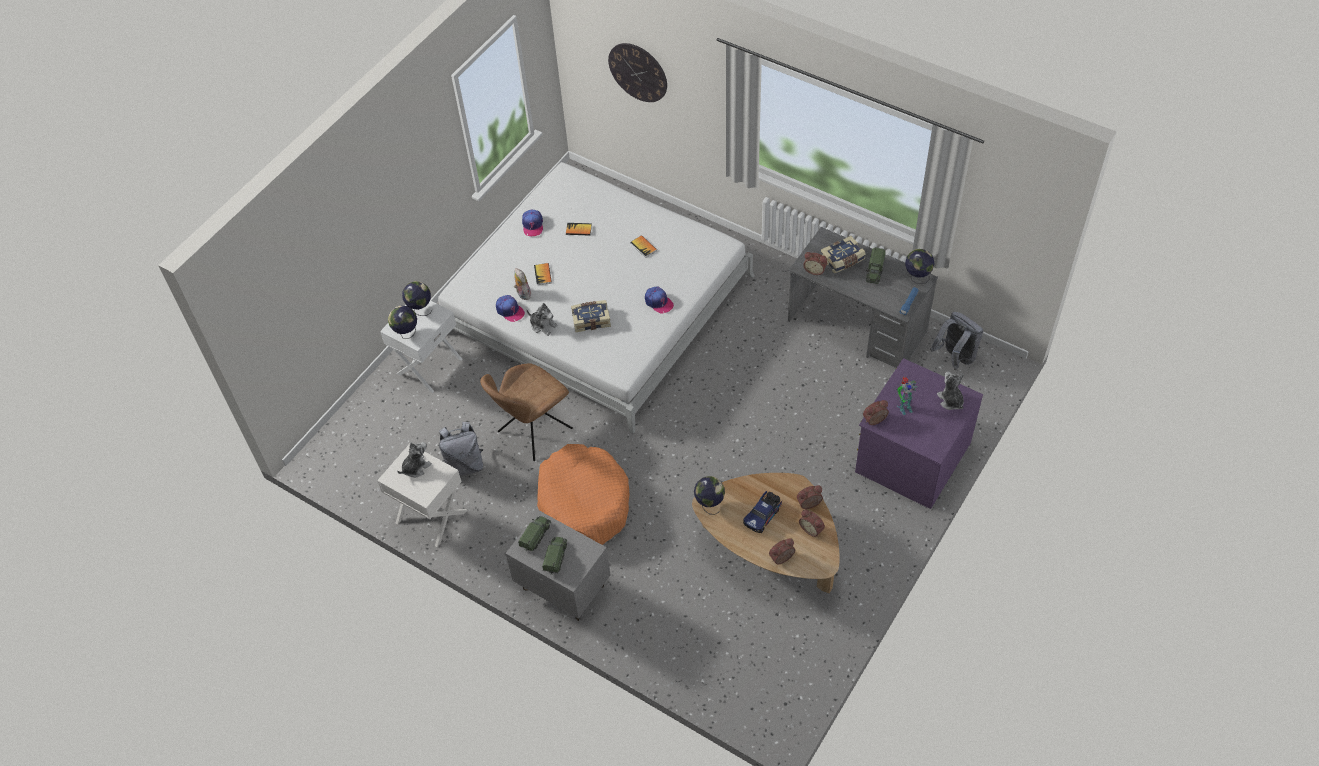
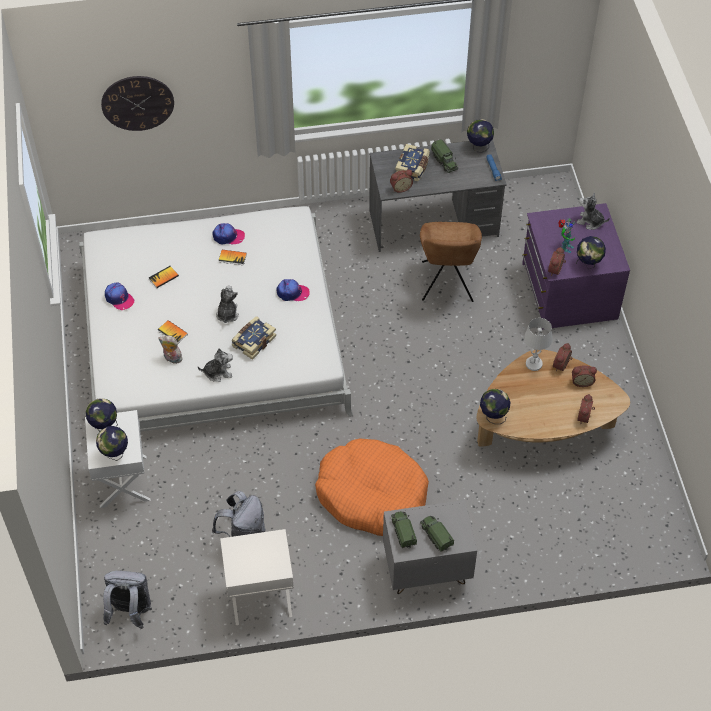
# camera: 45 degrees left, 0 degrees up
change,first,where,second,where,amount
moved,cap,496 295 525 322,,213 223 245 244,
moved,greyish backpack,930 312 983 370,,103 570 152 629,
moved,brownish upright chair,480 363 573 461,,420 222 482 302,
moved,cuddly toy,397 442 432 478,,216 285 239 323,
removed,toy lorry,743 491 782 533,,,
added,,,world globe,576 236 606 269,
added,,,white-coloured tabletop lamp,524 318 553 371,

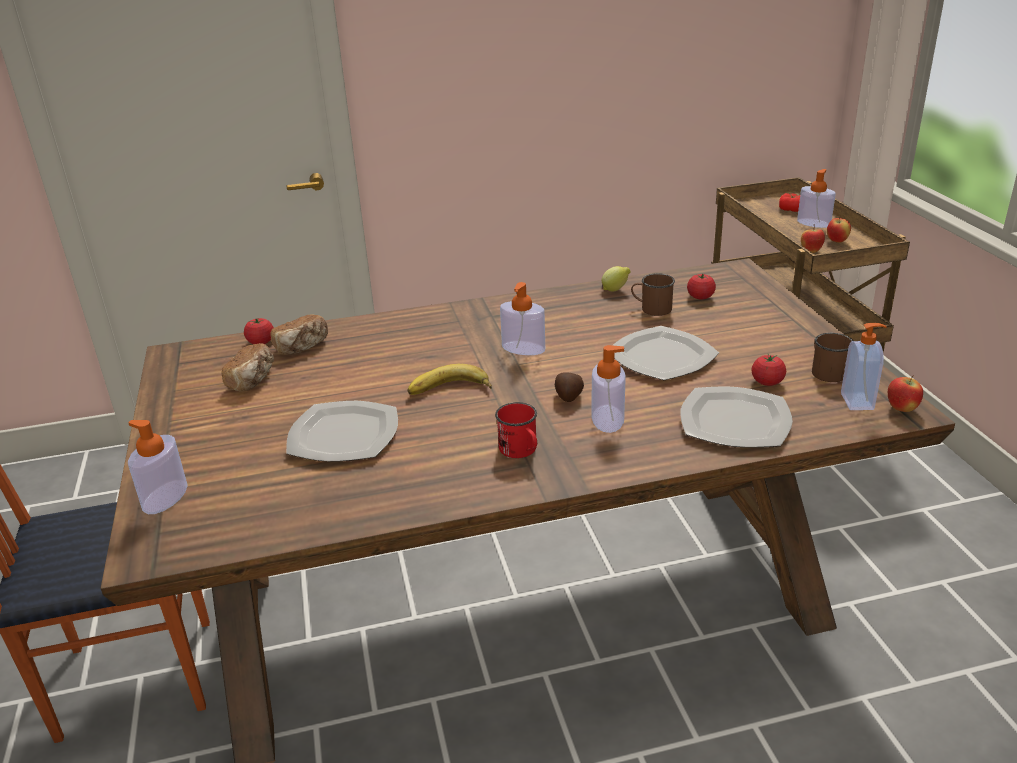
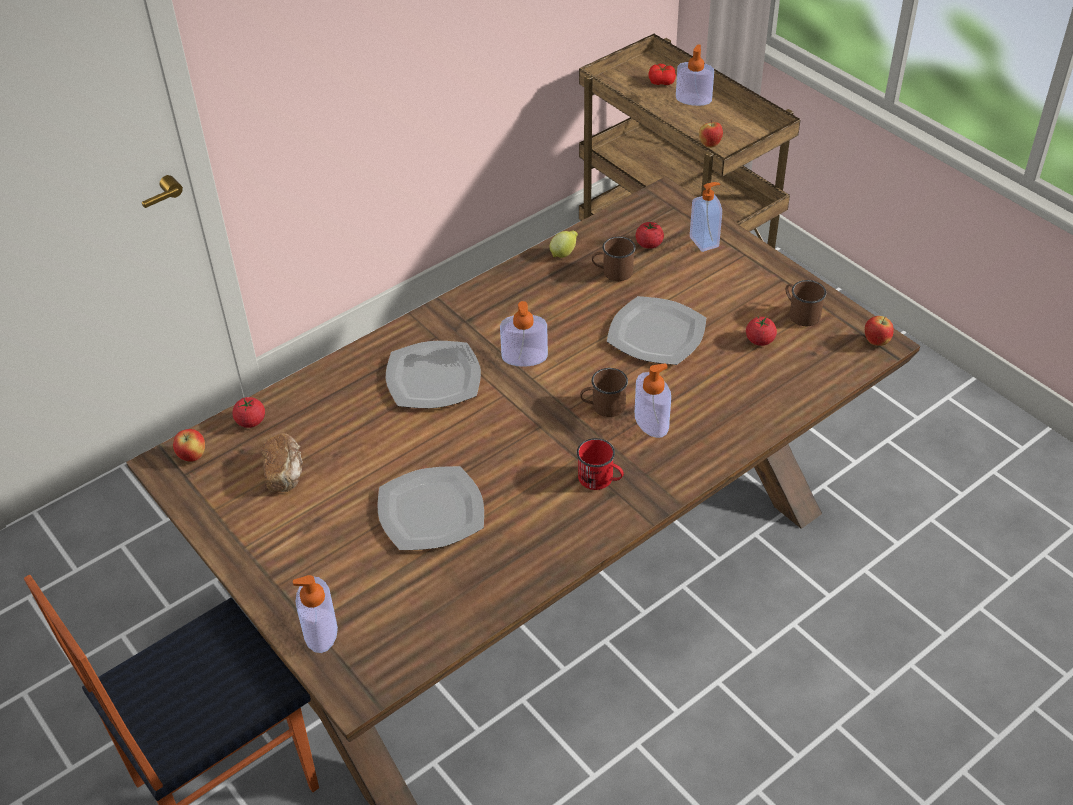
# camera: 25 degrees left, 15 degrees up
change,first,where,second,where,amount
moved,apple fruit,827 216 851 243,,173 429 205 462,
removed,bread,270 314 328 355,,,
moved,soap dispenser,841 323 887 410,,690 182 722 252,
removed,banana fruit,408 364 492 395,,,
replaced,spud,555 372 584 402,brownish coffee mug,580 368 628 417,
moved,plate,680 387 793 447,,386 341 481 408,

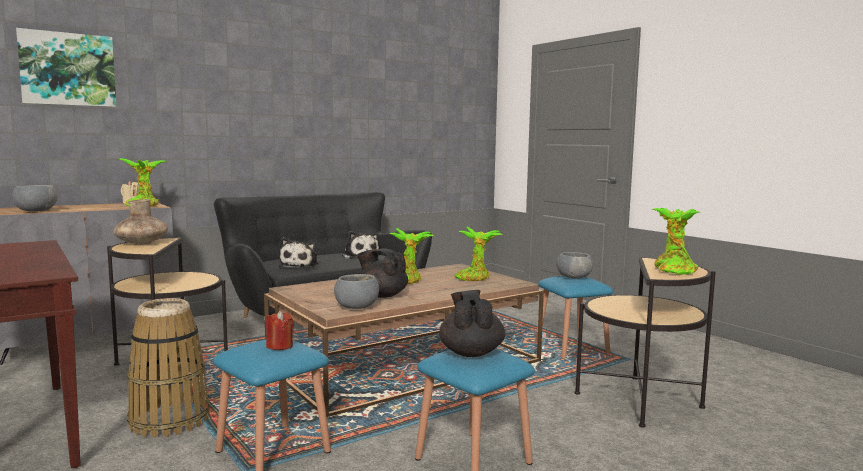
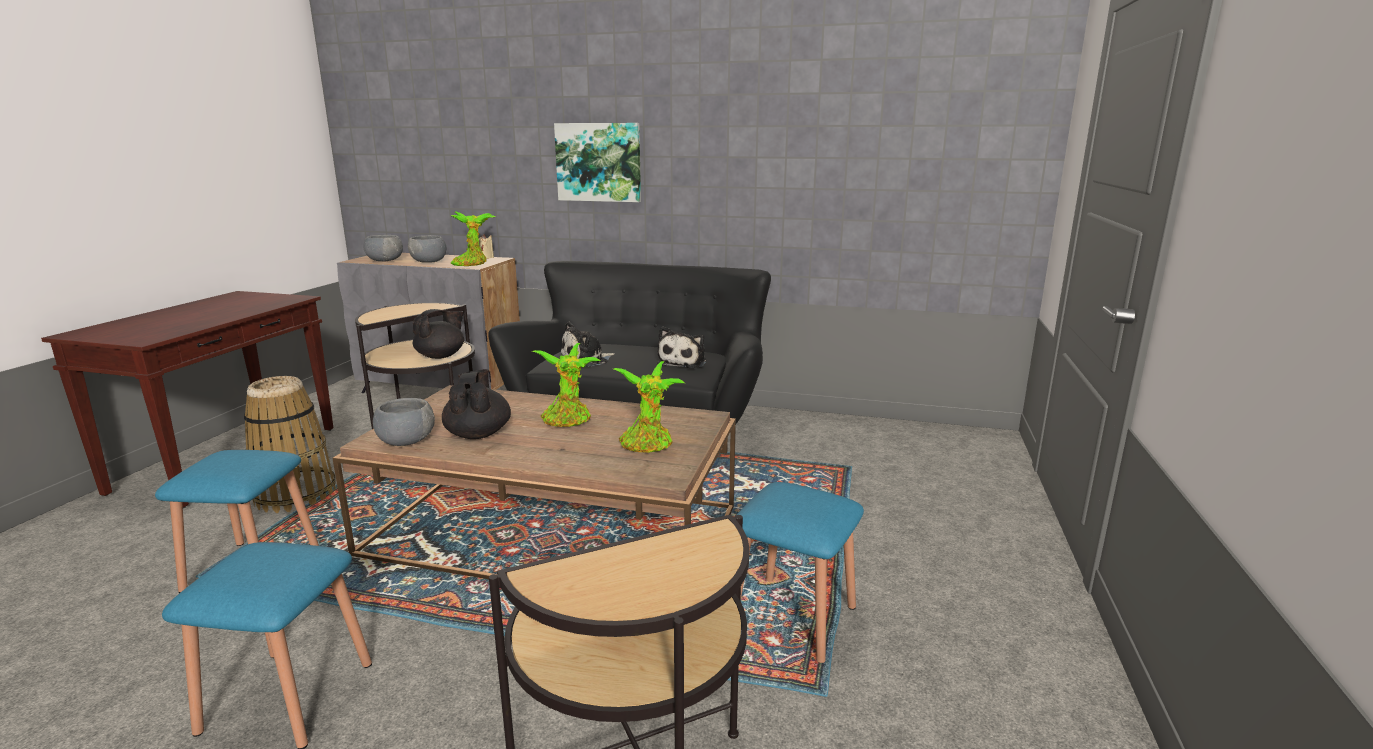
# camera: 50 degrees right, 10 degrees up
change,first,where,second,where,amount
moved,wall picture,16 28 116 107,,554 123 641 202,
removed,brownish flower vase,113 199 168 245,,,
removed,houseplant,652 208 699 275,,,
moved,greyish deep dish,556 252 593 279,,408 235 447 263,
moved,black pot for tea,439 290 505 357,,412 309 464 359,
removed,reddish wax light,266 311 294 350,,,

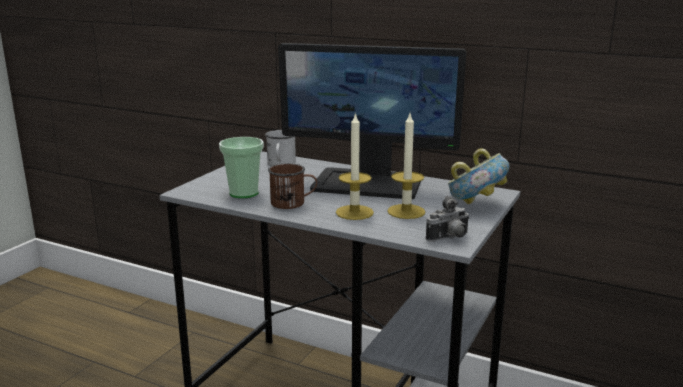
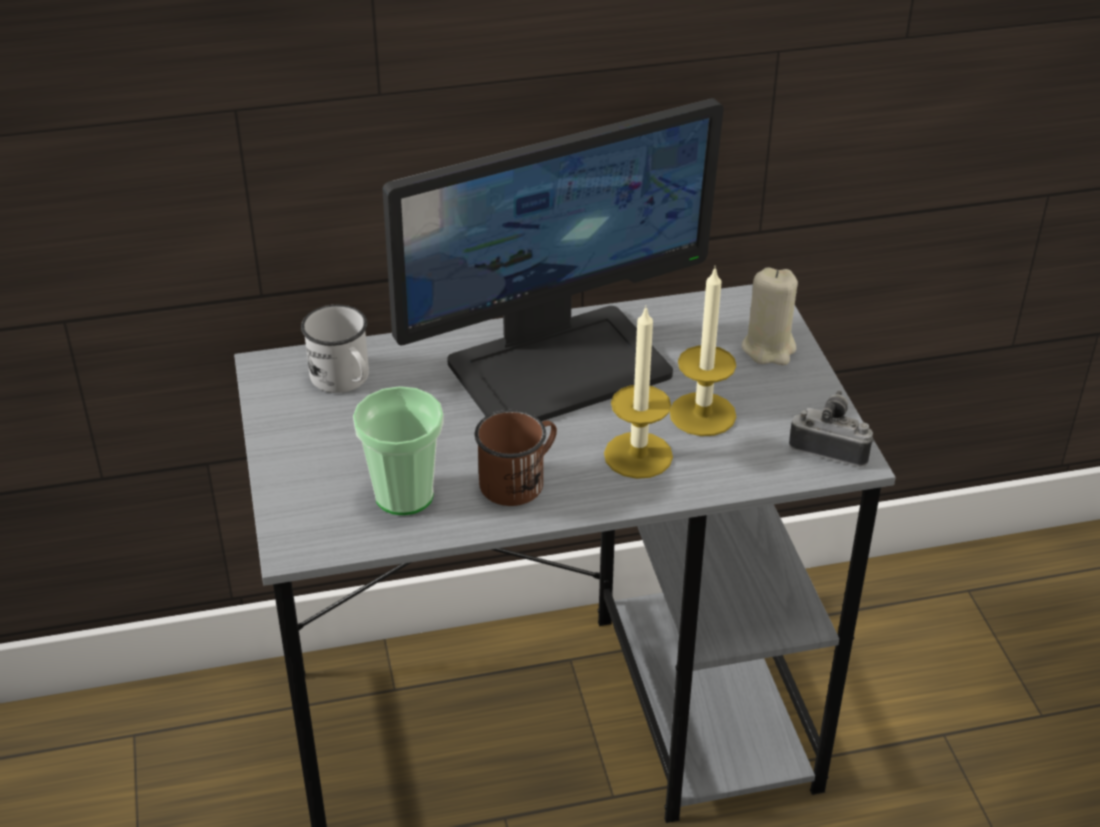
# camera: 40 degrees left, 20 degrees up
change,first,where,second,where,amount
replaced,deep dish,448 148 510 204,beige-coloured wax light,742 268 798 365,
turned,photo camera,426 196 470 242,,789 390 874 467,90 degrees counterclockwise

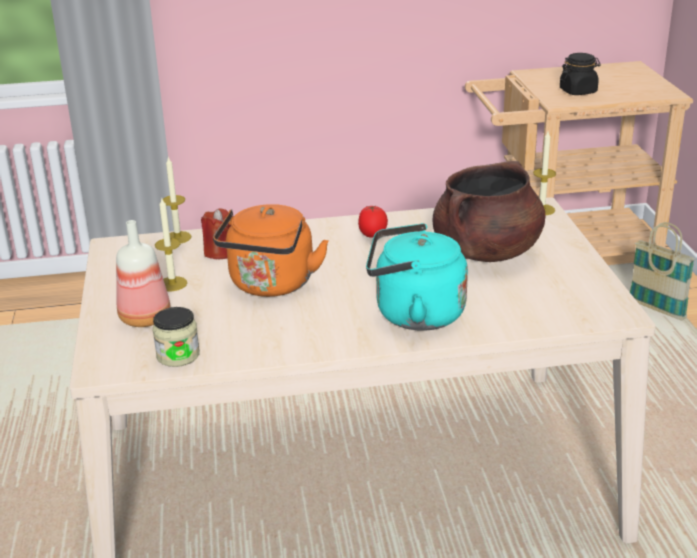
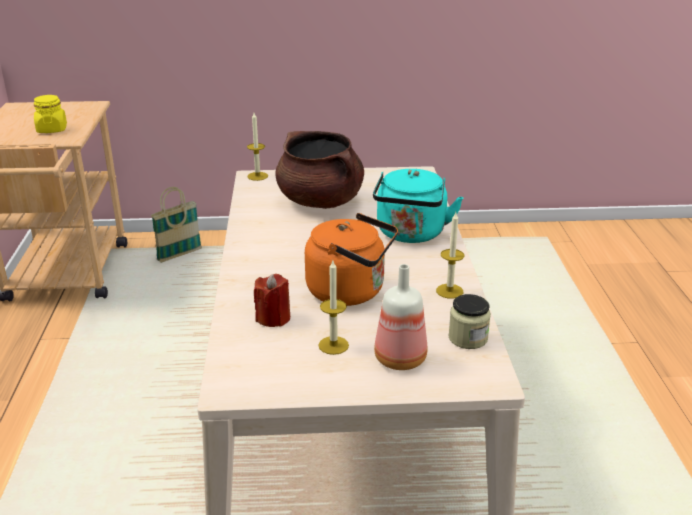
# camera: 85 degrees left, 0 degrees up
change,first,where,second,where,amount
recoloured,black jar,560 53 601 95,yellow jar,34 95 67 133,
moved,wax light,163 157 191 244,,436 212 464 299,
removed,whole tomato,358 206 388 238,,,

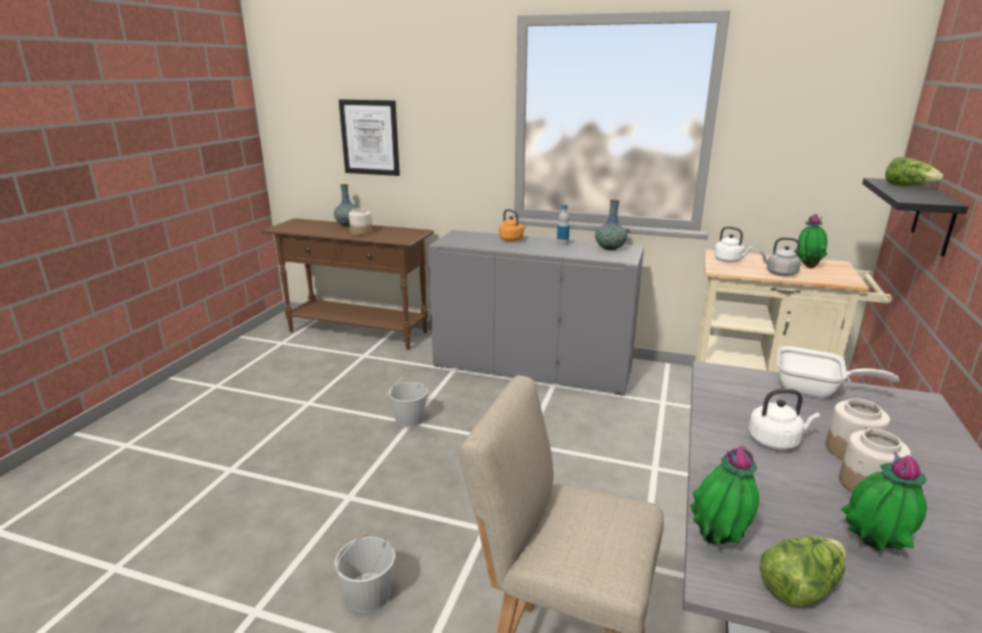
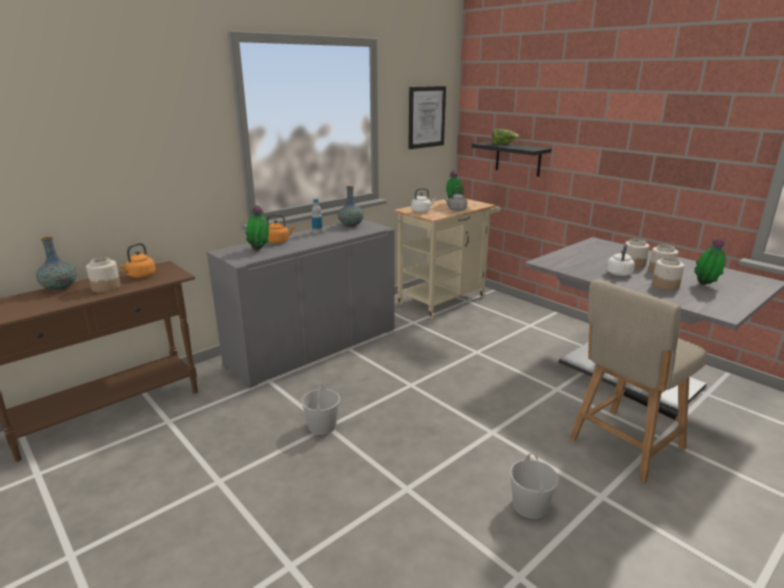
# camera: 60 degrees left, 0 degrees up
change,first,where,second,where,amount
moved,wall picture,339 99 400 176,,408 86 446 149,
removed,pan,777 346 899 398,,,
moved,houseplant,691 446 759 545,,245 205 269 251,
removed,lettuce,760 536 846 607,,,
added,,,orange-coloured kettle,118 243 155 278,
added,,,jar,652 257 684 290,

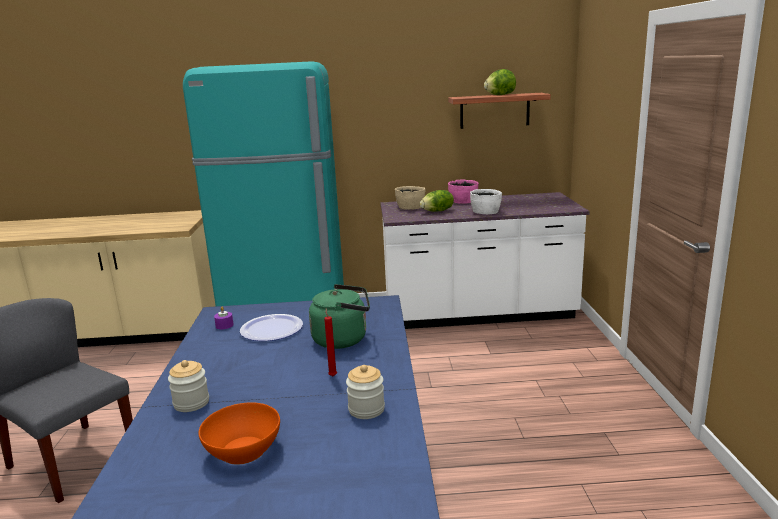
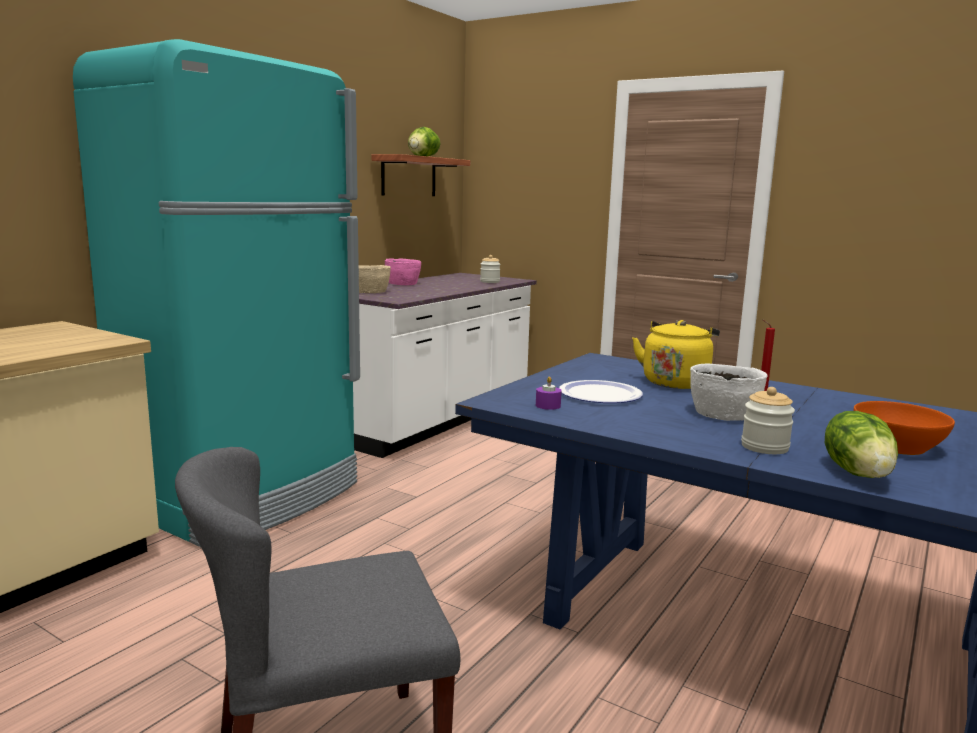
# camera: 55 degrees left, 5 degrees down
change,first,where,second,where,amount
moved,white-coloured deep dish,470 189 502 214,,690 364 768 421,
moved,lettuce,420 190 454 212,,825 411 898 478,
recoloured,green kettle,309 284 370 349,yellow kettle,632 320 720 389,
moved,jar,346 365 385 419,,480 255 501 283,

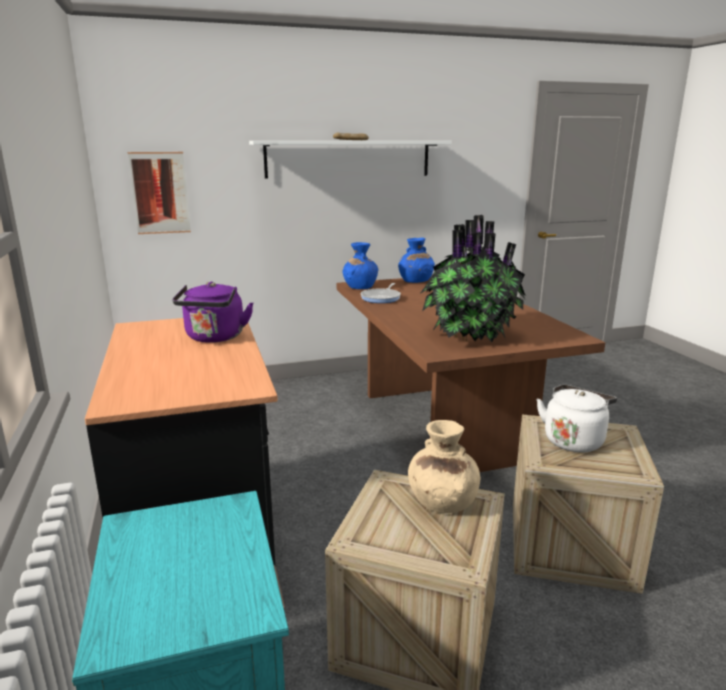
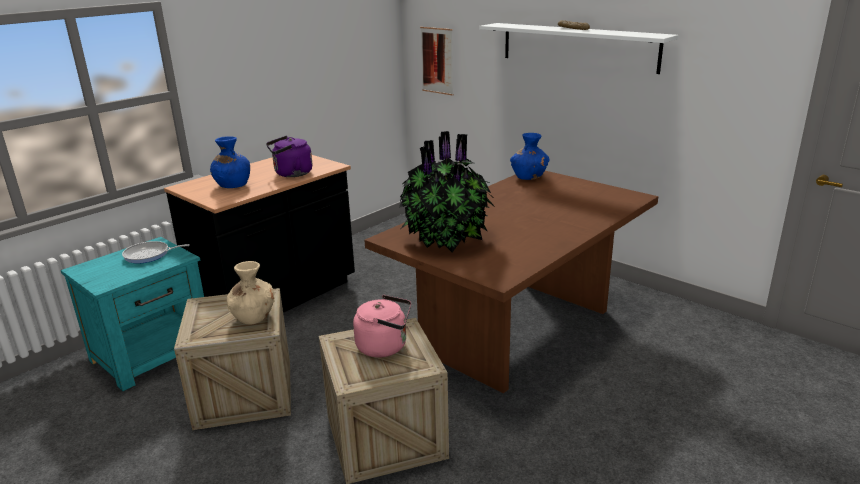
# camera: 60 degrees right, 5 degrees up
change,first,where,second,where,amount
moved,blue flower vase,398 238 435 283,,210 136 250 188,
moved,pan,361 283 401 303,,122 241 190 264,
recoloured,white-coloured kettle,536 384 617 452,pinkish kettle,353 295 411 358,

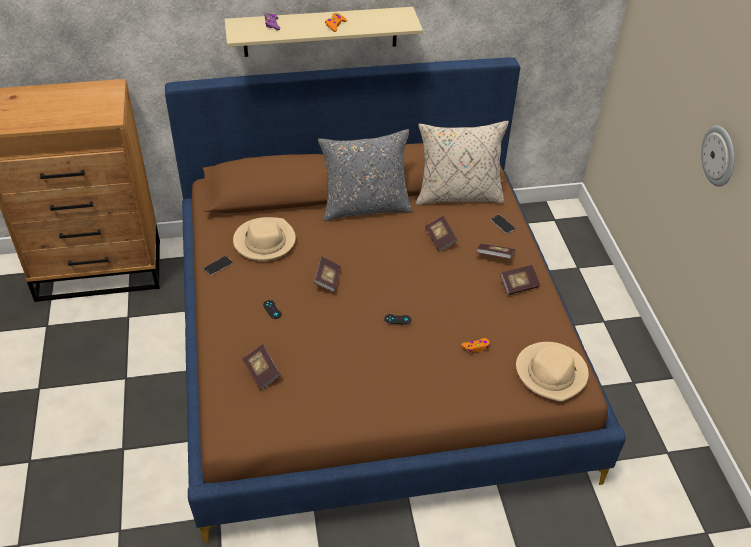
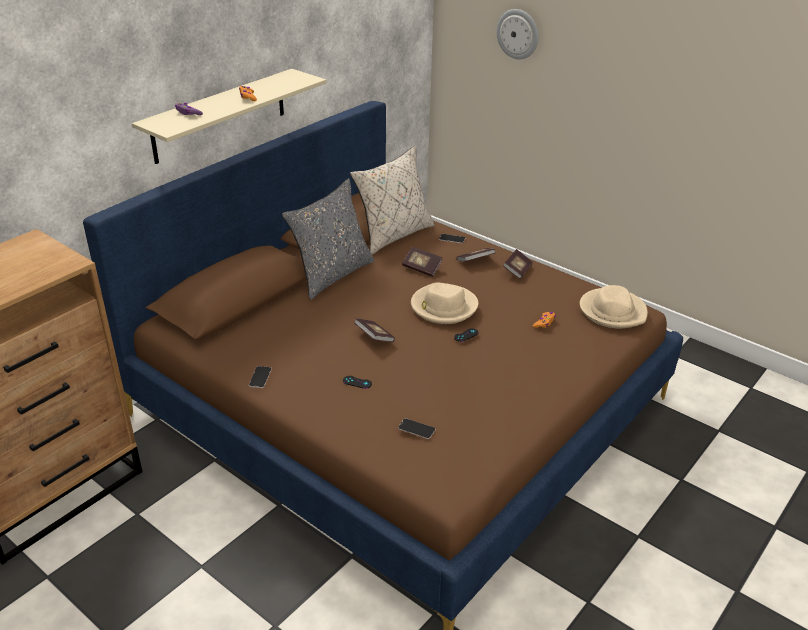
# camera: 40 degrees left, 10 degrees down
change,first,where,second,where,amount
moved,clock on the wall,701 126 734 187,,497 9 538 59,
moved,beige-coloured wearable hat,233 217 296 261,,411 282 478 324,
replaced,bound book,243 344 281 390,phone,398 418 435 439,

